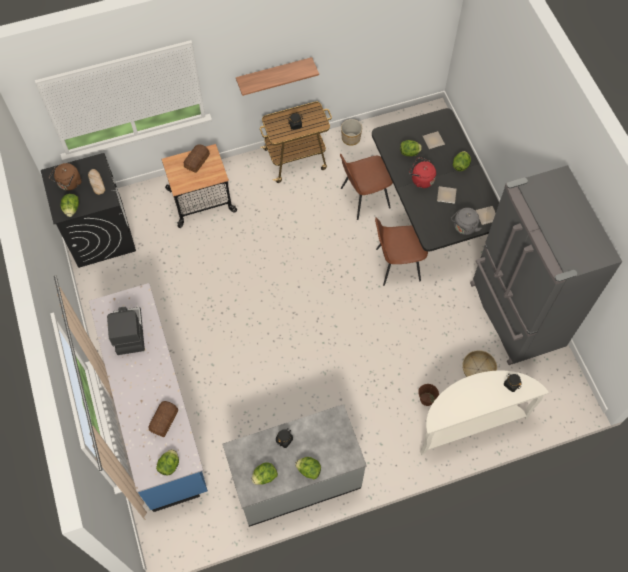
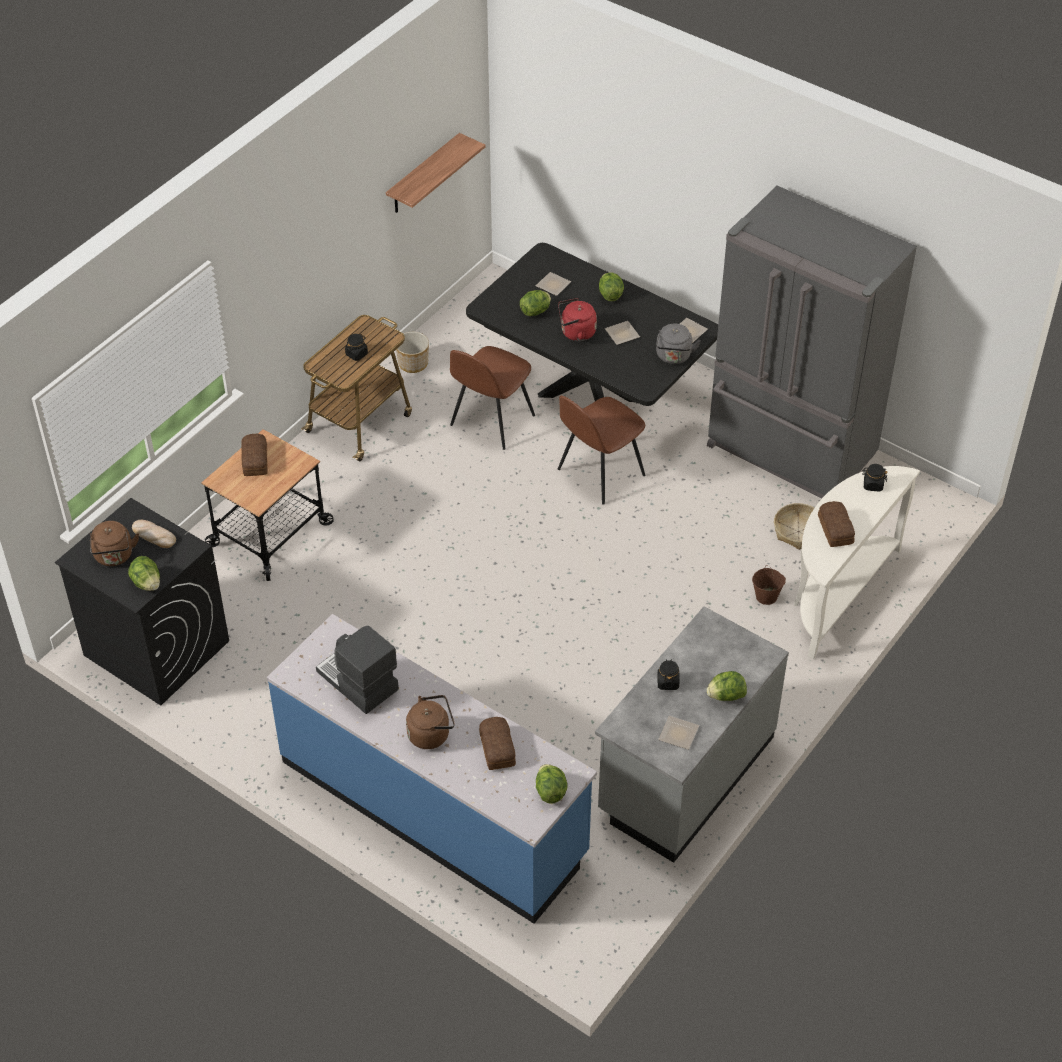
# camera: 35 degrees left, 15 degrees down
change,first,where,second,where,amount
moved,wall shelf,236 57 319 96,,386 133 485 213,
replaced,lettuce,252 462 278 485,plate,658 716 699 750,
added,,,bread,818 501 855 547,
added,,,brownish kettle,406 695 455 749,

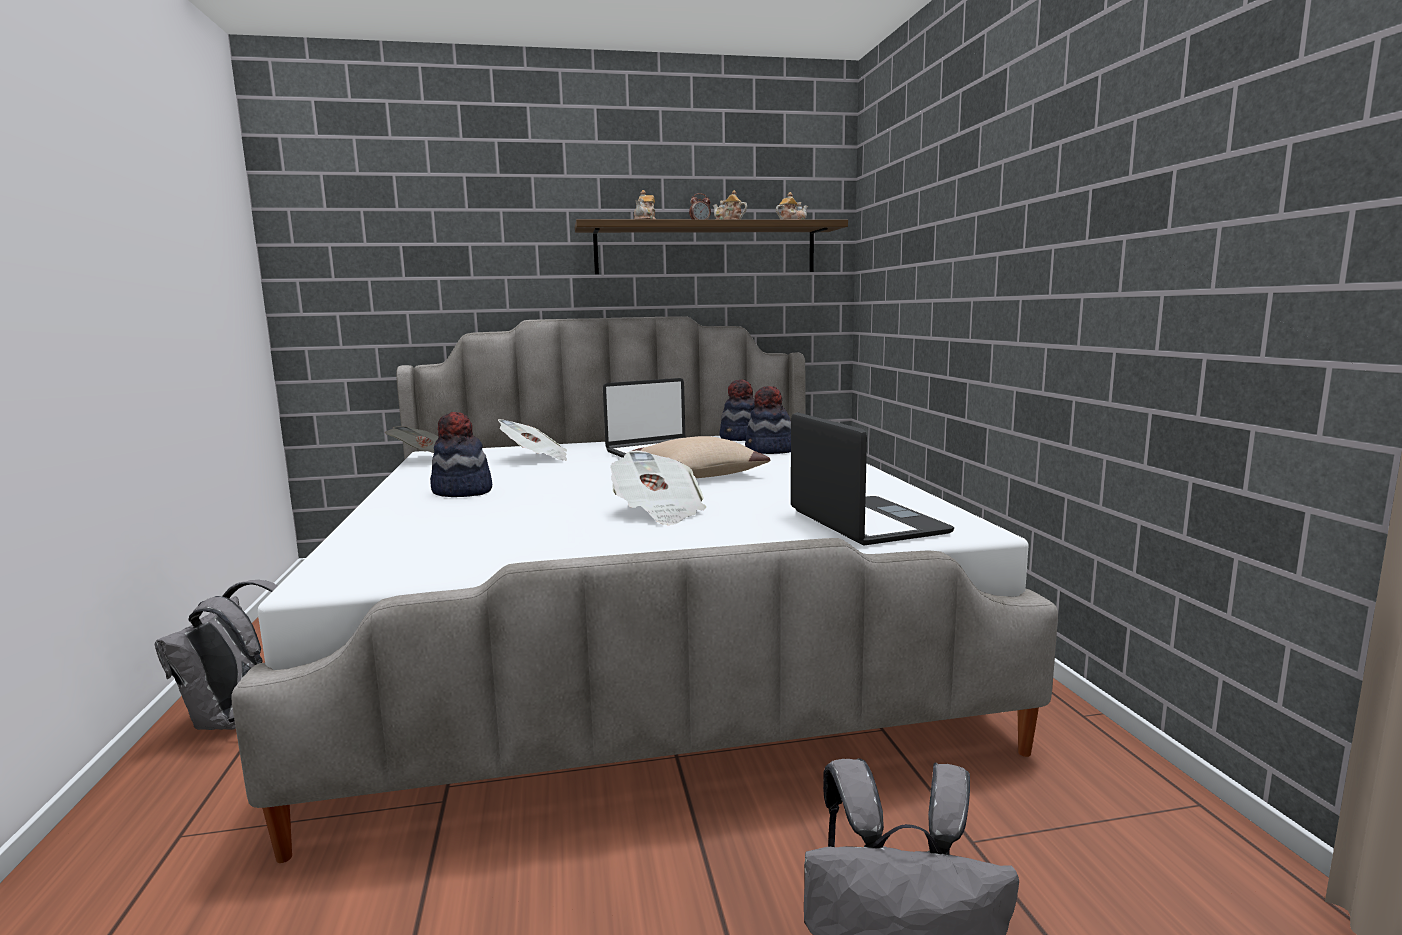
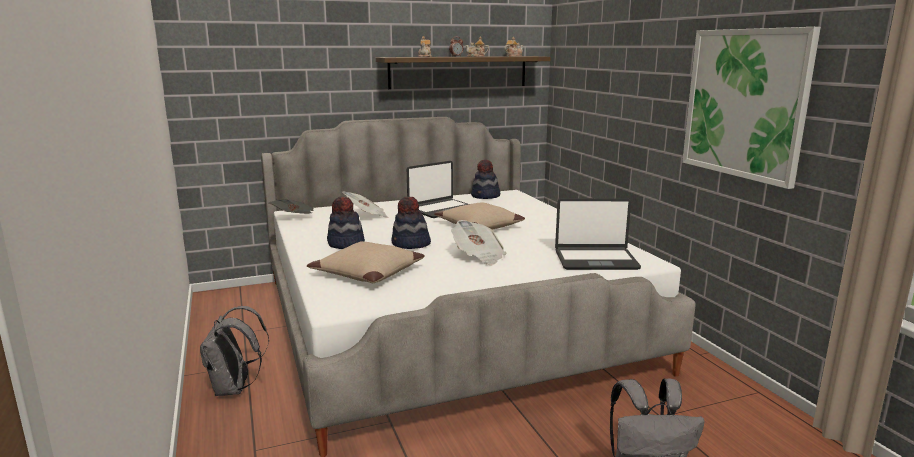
# camera: 10 degrees left, 5 degrees up
change,first,where,second,where,amount
moved,wearable hat,745 386 791 454,,391 197 431 249,
turned,notebook computer,791 412 954 546,,555 198 641 270,120 degrees clockwise
added,,,wall picture,682 27 821 189,
added,,,beige-coloured throw pillow,307 241 425 283,

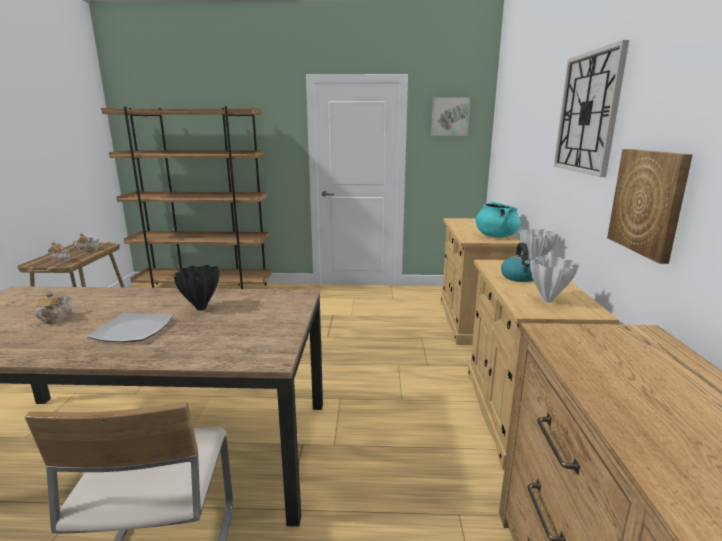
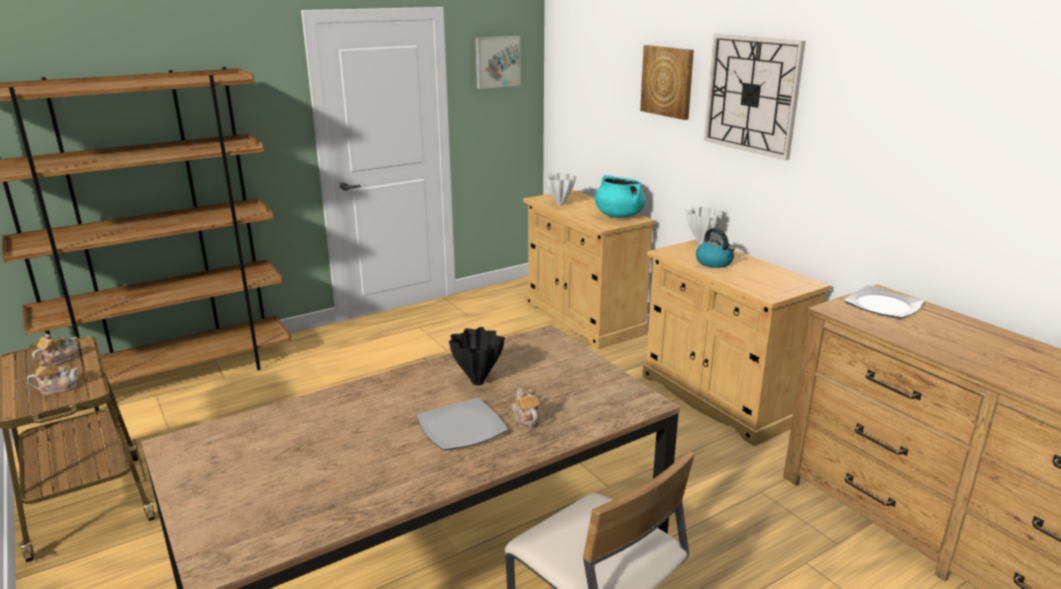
# camera: 35 degrees left, 5 degrees up
change,first,where,second,where,amount
moved,wall picture,607 149 693 264,,640 45 694 120,
moved,white-coloured flower vase,530 255 579 302,,546 173 576 205,
moved,pot for tea,35 292 73 324,,512 388 540 429,
added,,,plate,844 285 924 318,

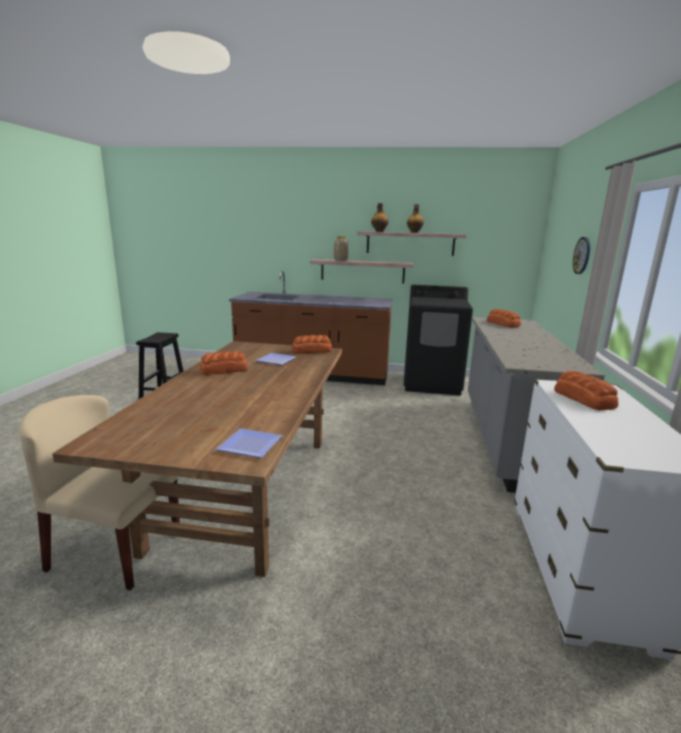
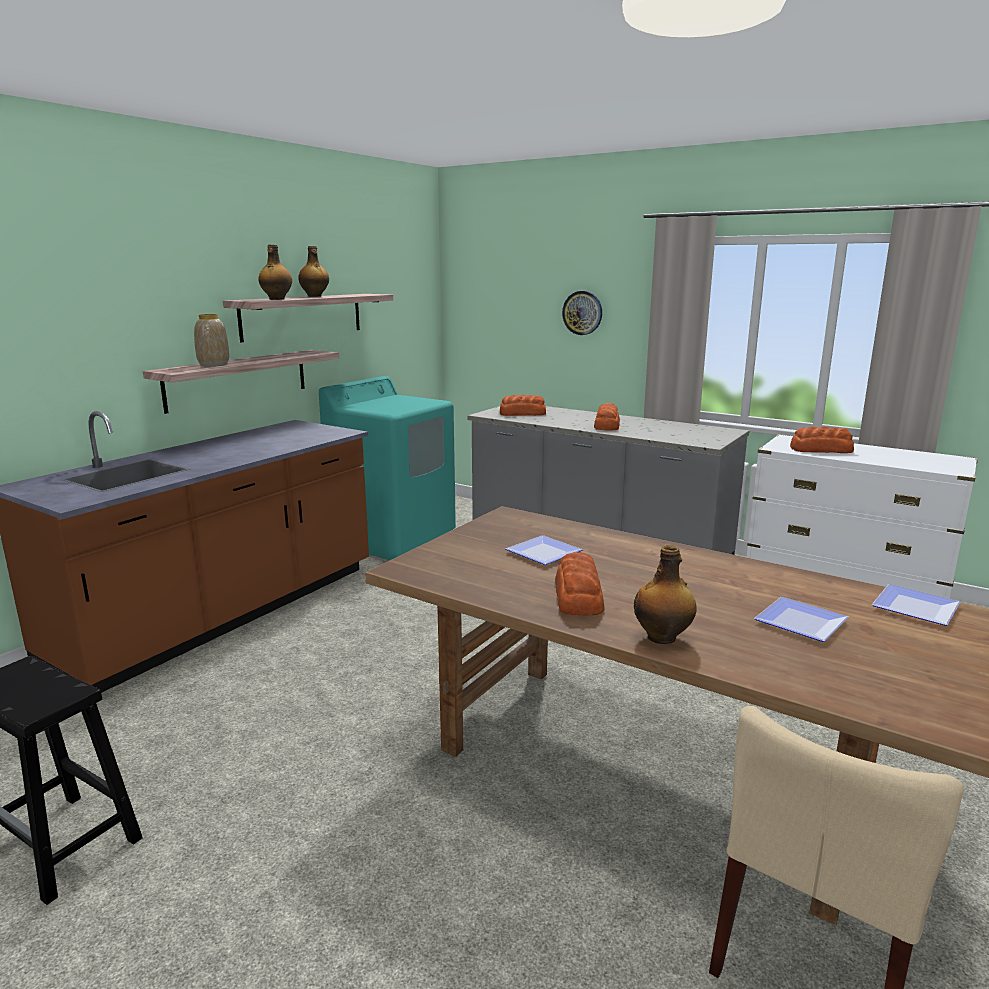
# camera: 65 degrees left, 0 degrees up
change,first,where,second,where,amount
recoloured,black washing machine,404 285 473 395,blue-green washing machine,319 376 456 560,
moved,bread,292 335 332 354,,594 403 620 431,
added,,,beverage bottle,634 545 697 644,
added,,,plate,754 597 848 642,

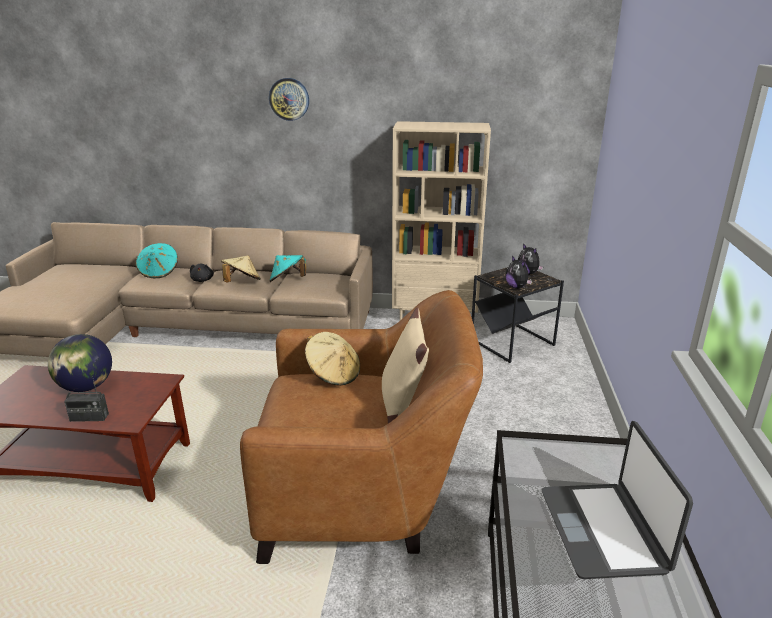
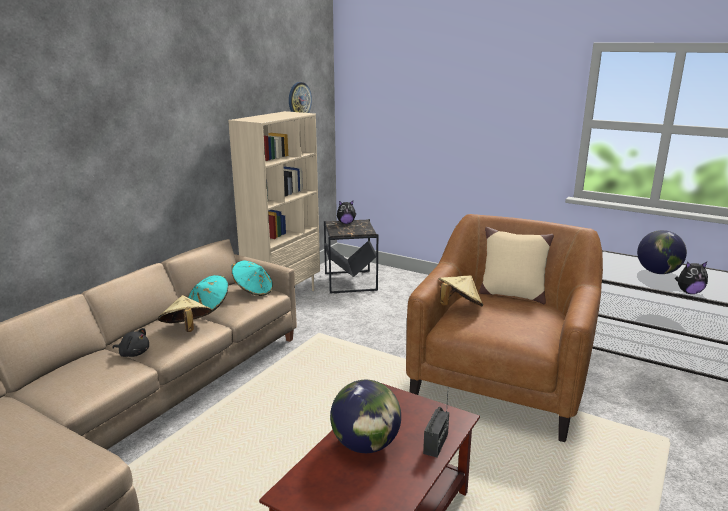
# camera: 65 degrees left, 5 degrees down
change,first,where,second,where,amount
moved,clock on the wall,269 78 309 121,,289 82 312 113,
moved,blue-green wearable hat,136 243 178 278,,231 261 273 296,
moved,cuddly toy,506 256 532 289,,675 262 708 294,
replaced,notebook computer,542 421 693 579,world globe,637 230 687 274,

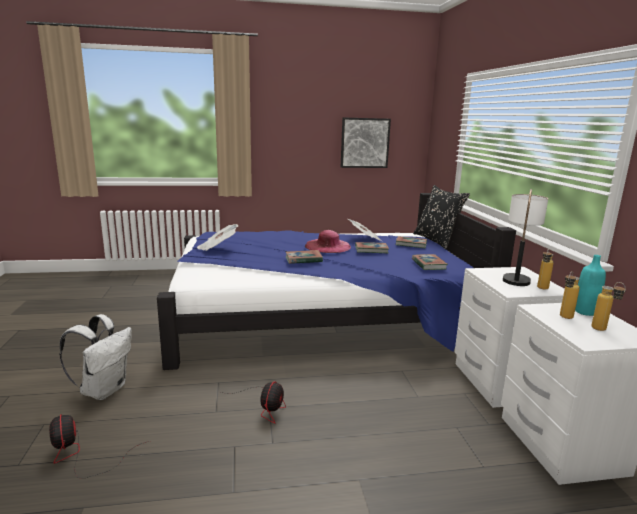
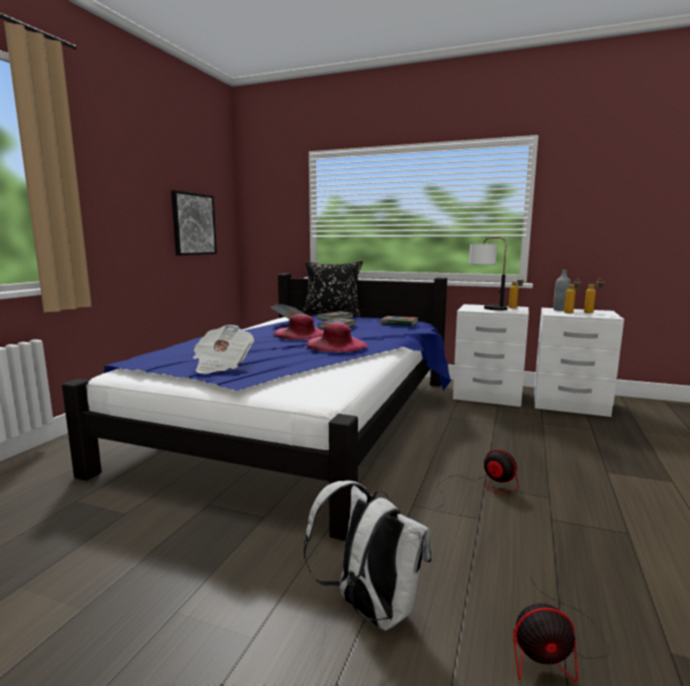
# camera: 60 degrees left, 5 degrees down
change,first,where,second,where,amount
replaced,bound book,285 250 323 264,pinkish wearable hat,306 322 367 352,
recoloured,blue-green beverage bottle,575 255 606 316,greyish beverage bottle,553 270 571 311,

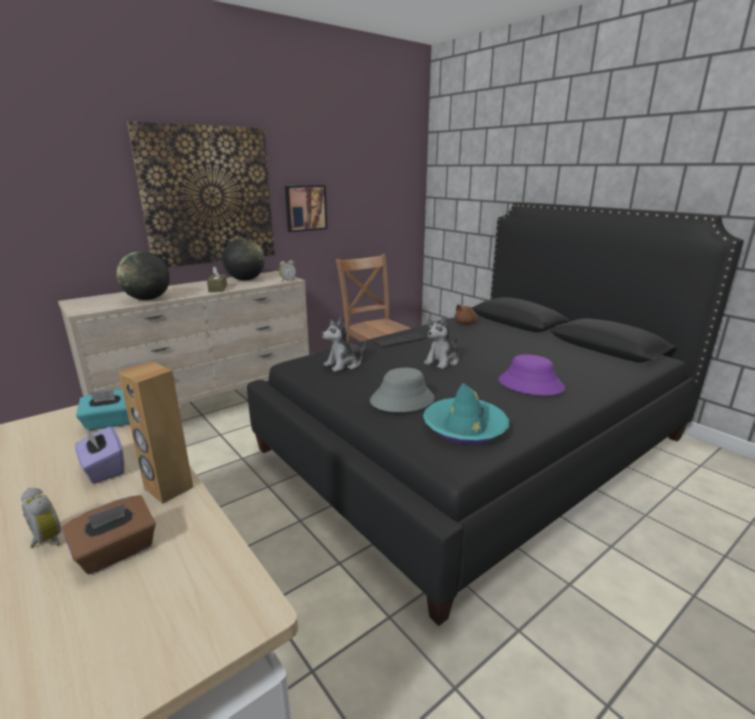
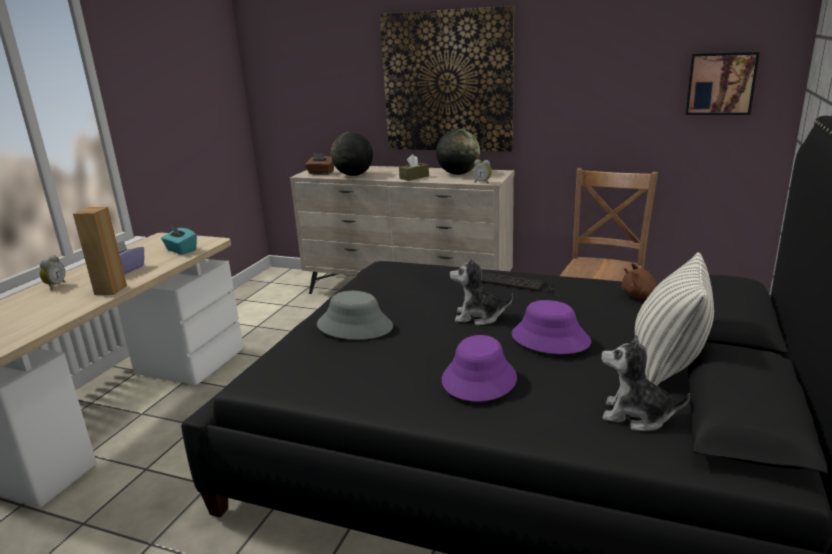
# camera: 60 degrees right, 0 degrees up
change,first,where,second,where,amount
moved,wall picture,285 185 327 232,,686 52 760 115,
moved,cuddly toy,322 318 366 372,,601 335 690 431,
removed,blue-green wearable hat,423 383 509 445,,,
moved,brownish box of tissues,62 495 156 575,,305 153 334 175,
added,,,throw pillow,635 252 714 385,
added,,,purple wearable hat,512 300 591 354,

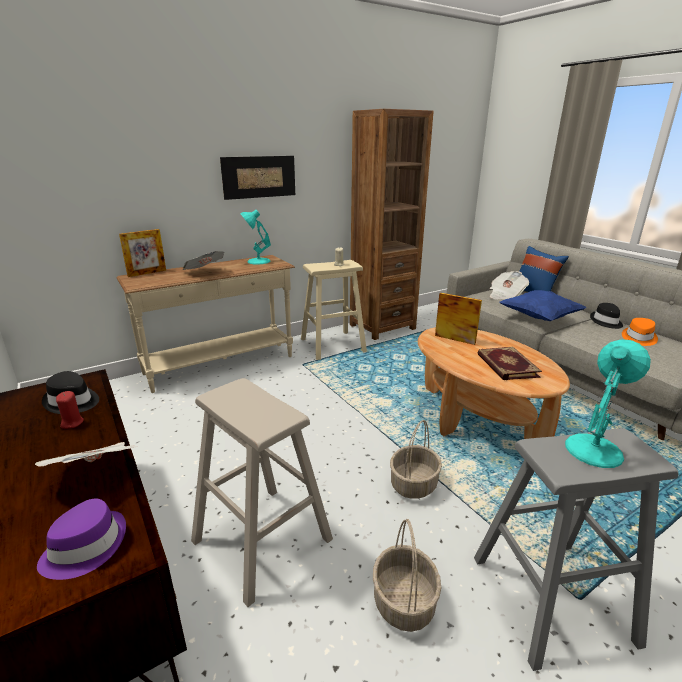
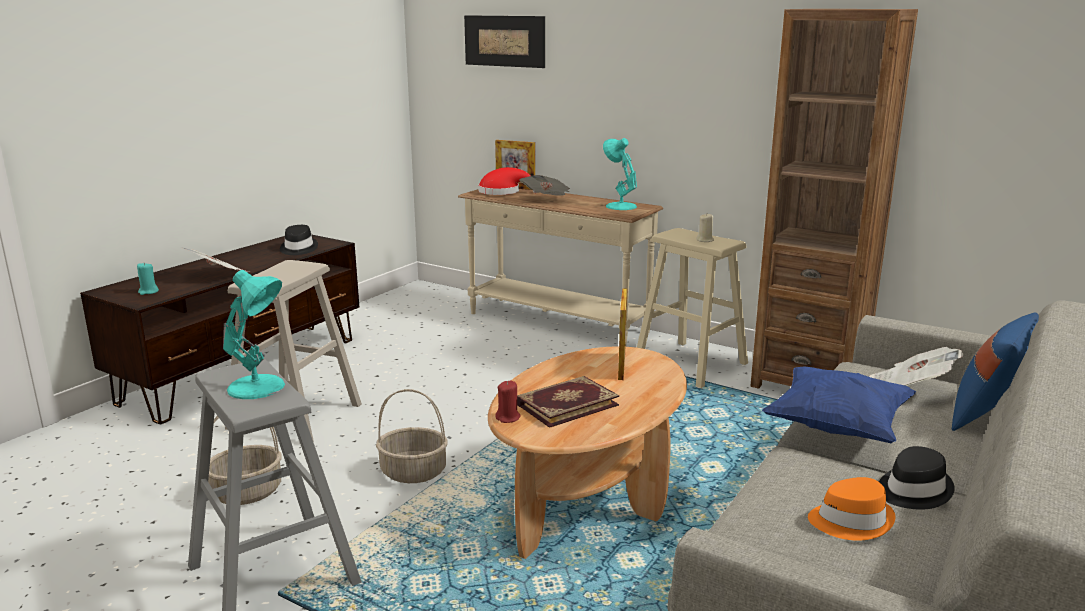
# camera: 65 degrees right, 5 degrees down
change,first,where,second,where,amount
moved,wall picture,220 156 295 200,,464 15 545 68,
moved,reddish wax light,56 391 84 429,,495 381 521 423,
replaced,purple wearable hat,37 498 126 580,blue-green wax light,137 263 159 295,
added,,,reddish wearable hat,478 167 537 195,

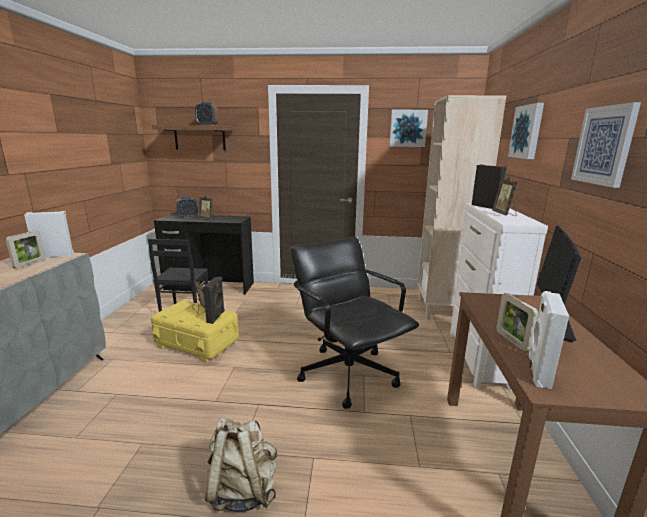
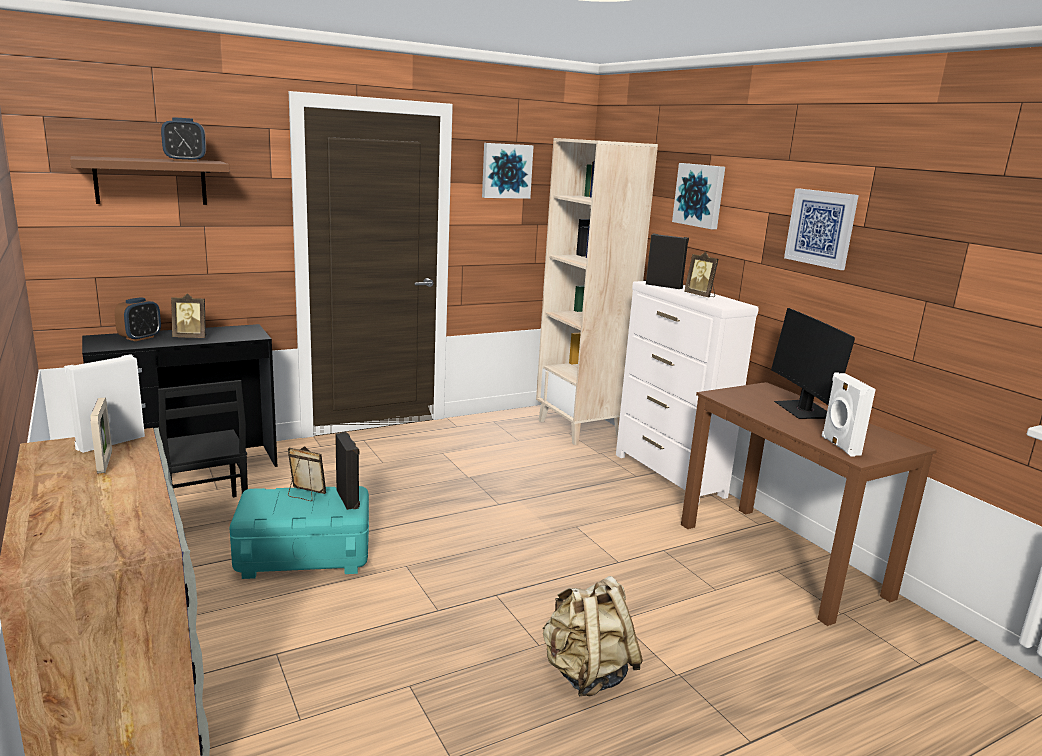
# camera: 35 degrees left, 0 degrees up
change,first,where,second,where,amount
removed,black computer chair,291 237 419 409,,,
removed,picture frame,497 293 538 351,,,
recoloured,yellow storage box,151 300 239 363,blue-green storage box,230 486 369 579,

